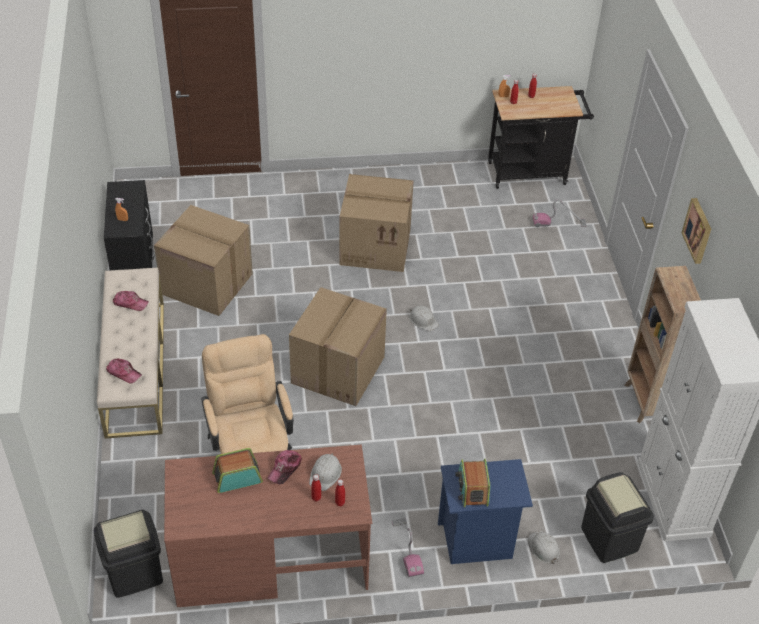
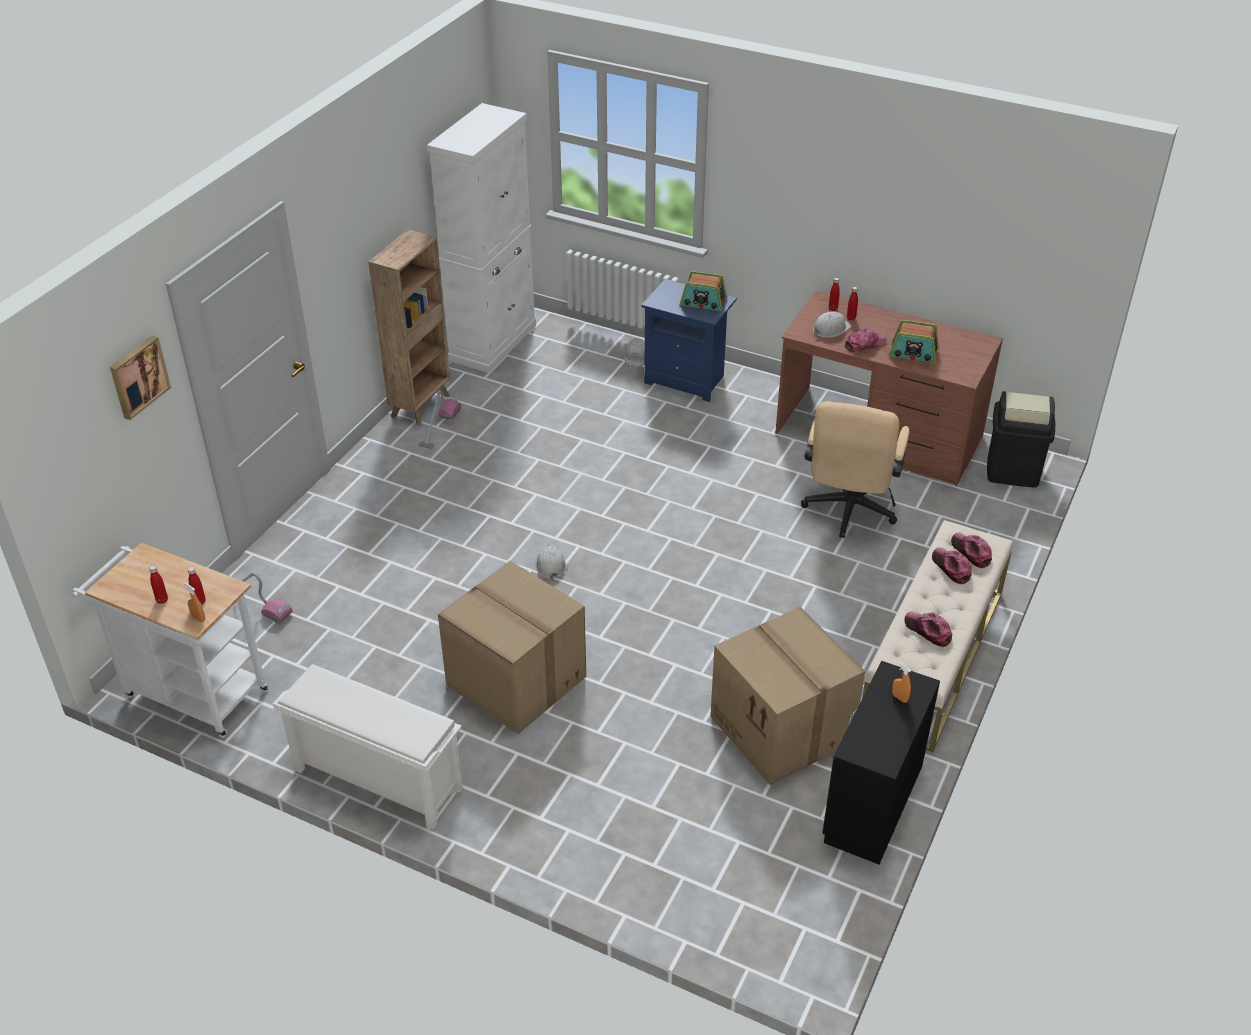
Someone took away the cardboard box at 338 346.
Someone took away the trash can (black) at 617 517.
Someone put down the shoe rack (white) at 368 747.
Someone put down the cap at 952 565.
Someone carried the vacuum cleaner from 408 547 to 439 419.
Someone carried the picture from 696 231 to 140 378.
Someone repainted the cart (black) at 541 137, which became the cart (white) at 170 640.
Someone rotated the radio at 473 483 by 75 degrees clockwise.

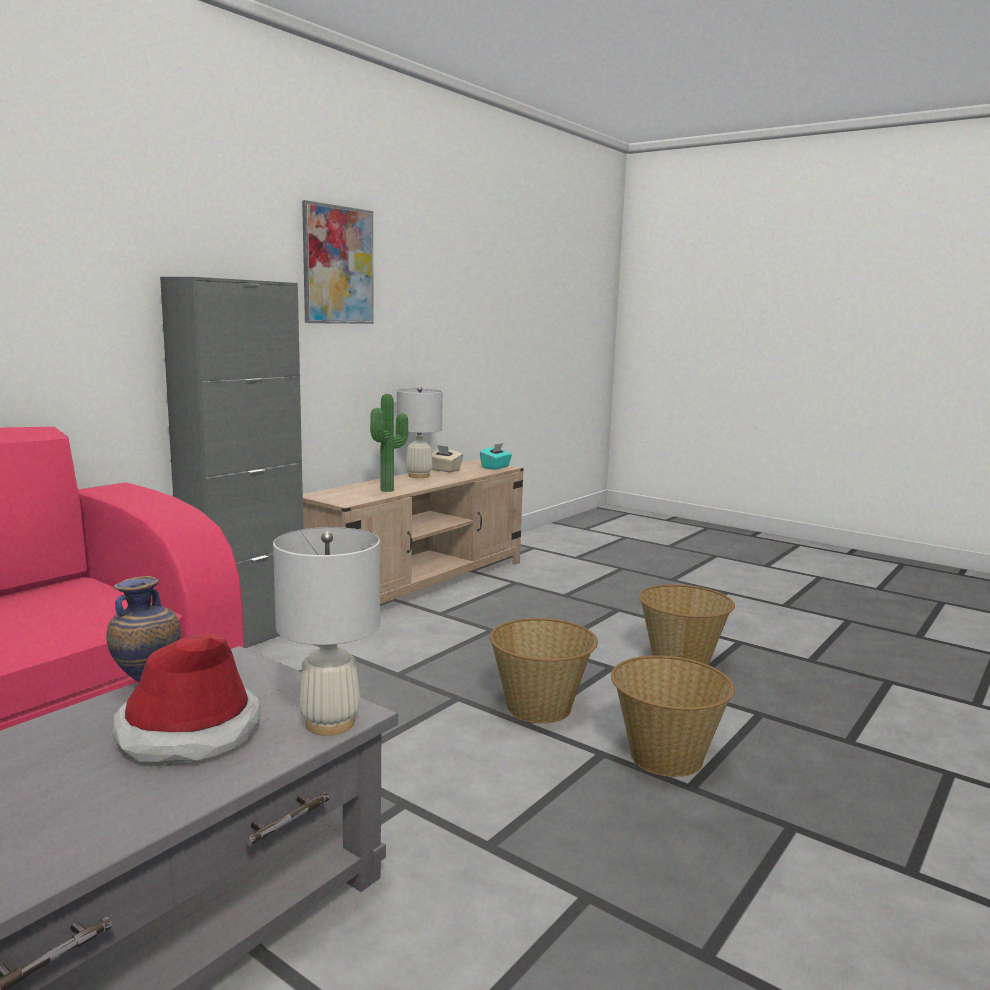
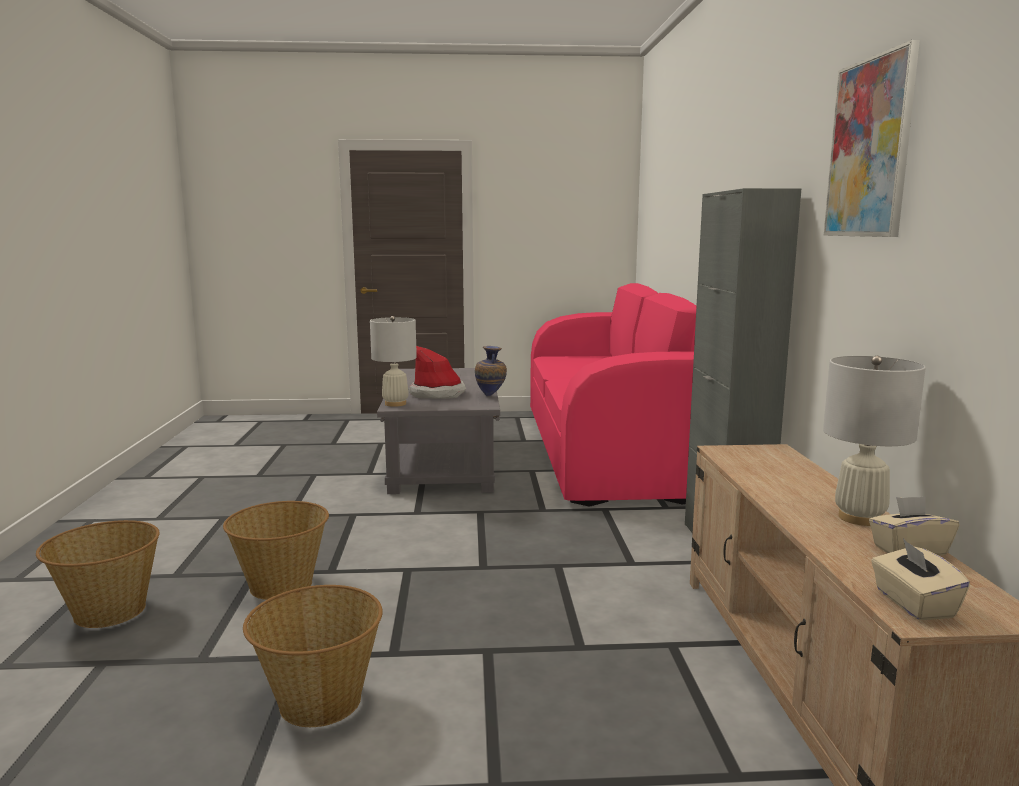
Someone took away the potted plant at 389 443.
Someone carried the basket from 544 671 to 98 574.
Someone repainted the tissue box (turquoise) at 496 456, which became the tissue box (beige) at 920 579.

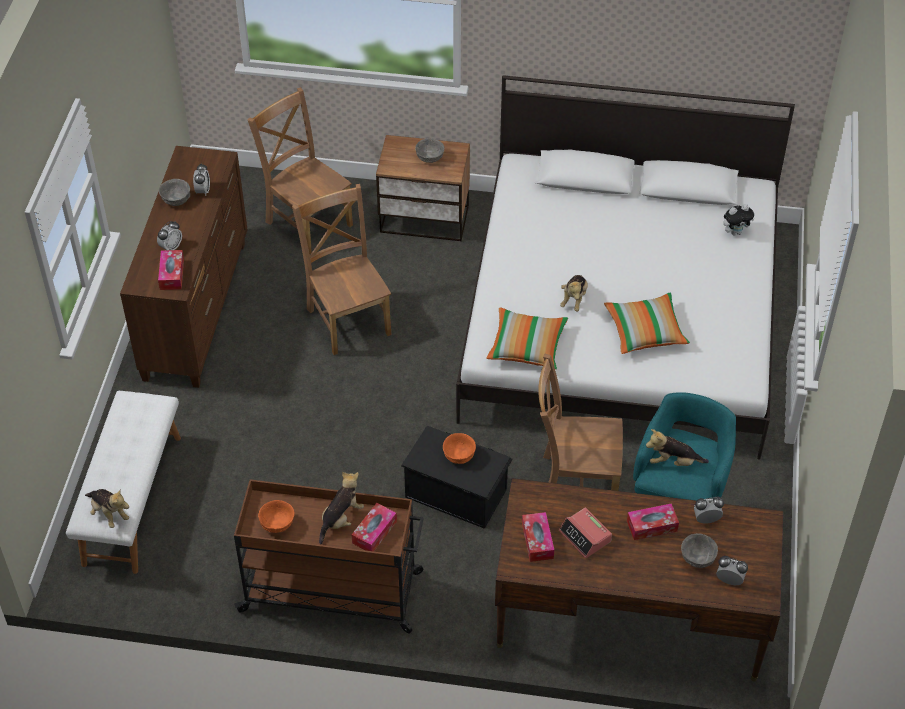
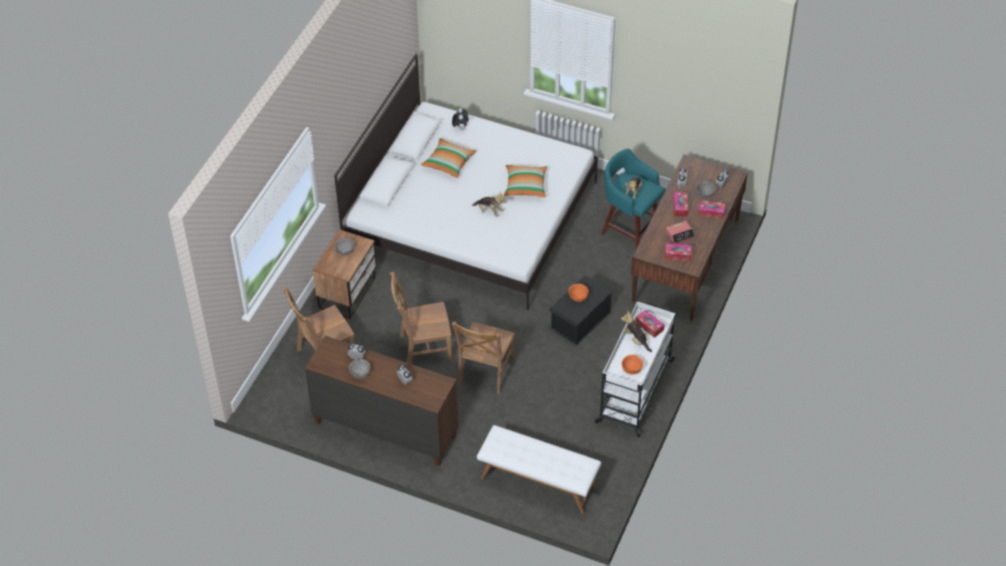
Someone took away the plush toy at 107 508.
Someone carried the tissue box from 171 270 to 712 209.
Someone carried the pillow from 527 339 to 448 158.
Someone carried the chair (brown) from 580 422 to 483 357.
Someone repainted the cart (brown) at 328 556, which became the cart (white) at 634 369.

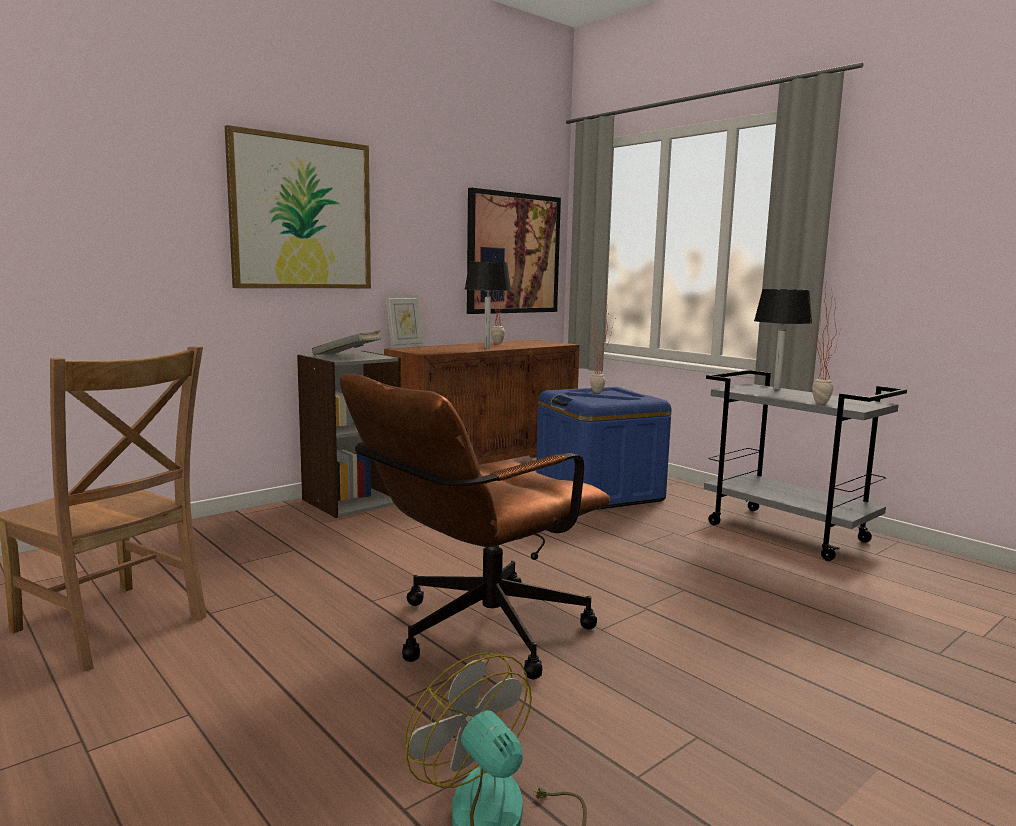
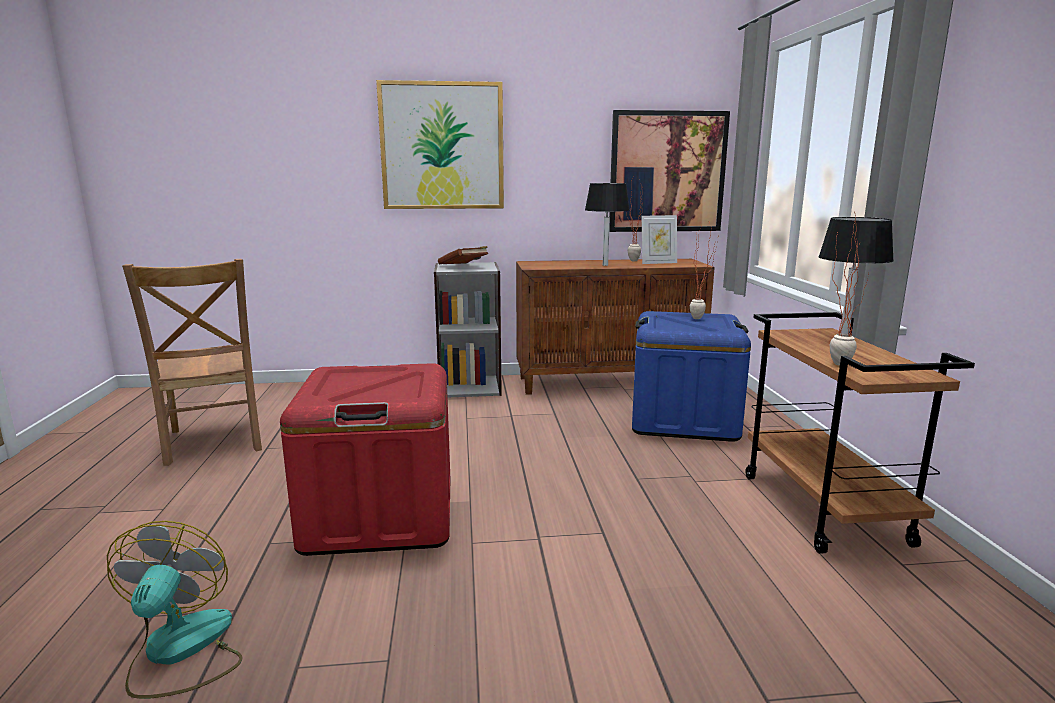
Someone carried the picture frame from 405 322 to 659 239.
Someone swapped the office chair (brown) at 475 527 for the storage box (red) at 365 459.
Someone repainted the book (grey) at 346 342, which became the book (brown) at 463 255.
Someone repainted the cart (grey) at 805 465, which became the cart (brown) at 860 433.

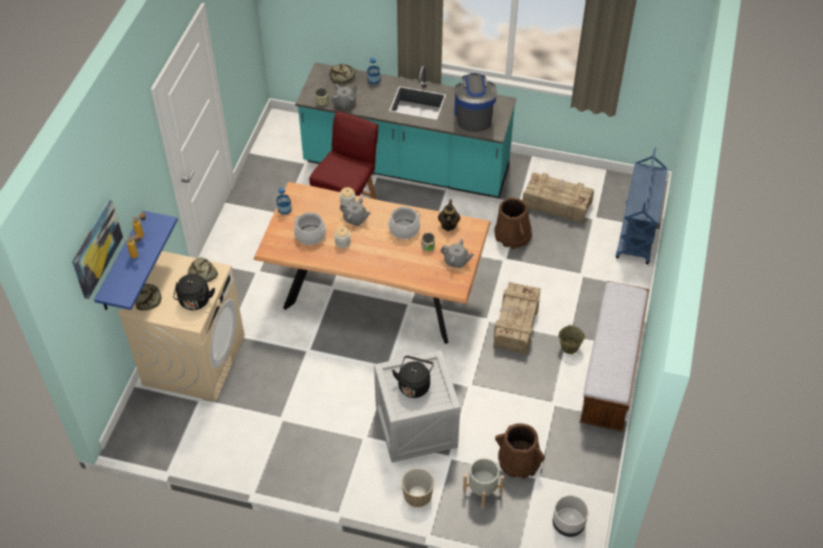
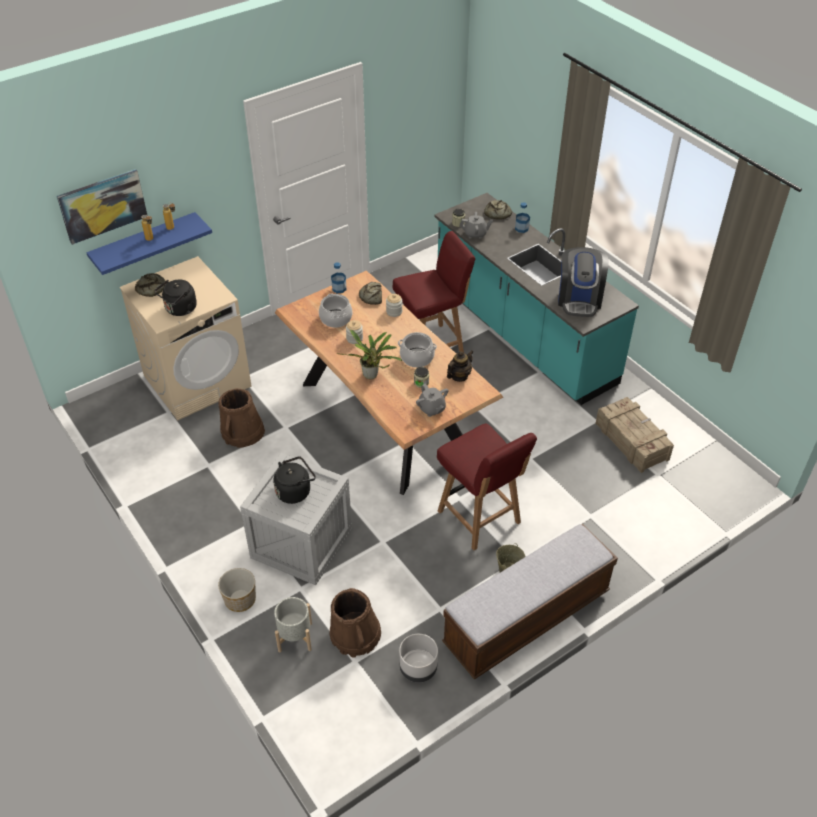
Someone took away the teapot (grey) at 355 212.
Someone took away the cart (blue) at 642 206.
Someone put down the potted plant at 369 354.
Someone carried the bread from 203 270 to 370 293.
Someone carried the bucket (brown) from 513 223 to 242 418.
Someone carried the planter (grey) from 570 516 to 418 658.
Someone swapped the crate at 517 318 for the chair (red) at 487 486.
Someone rotated the coffee machine at 476 102 by 150 degrees clockwise.

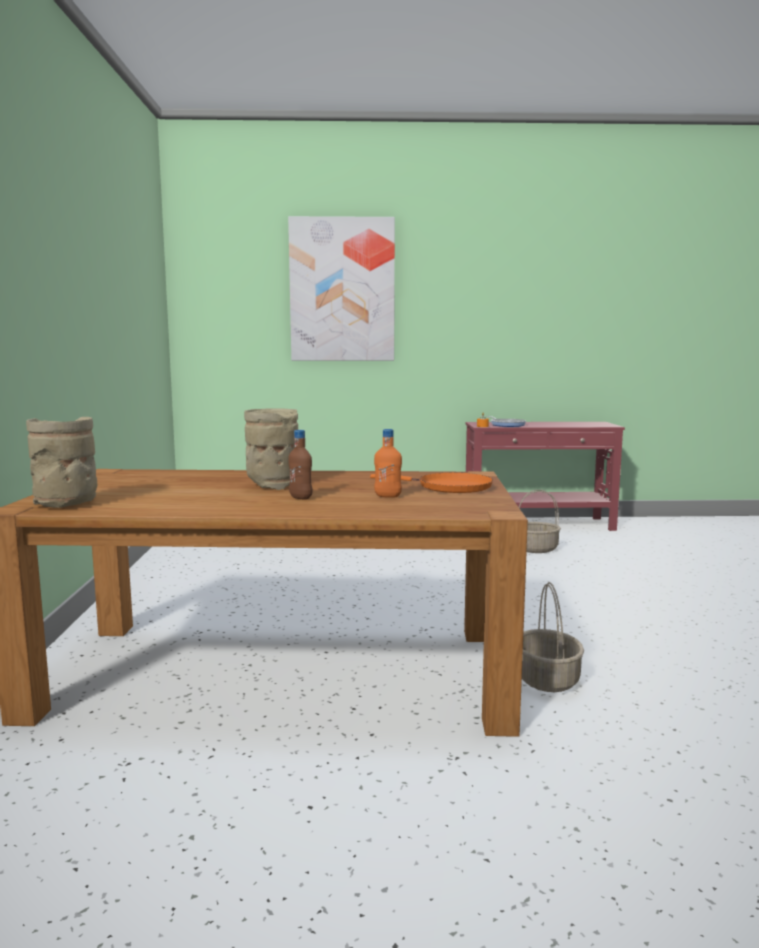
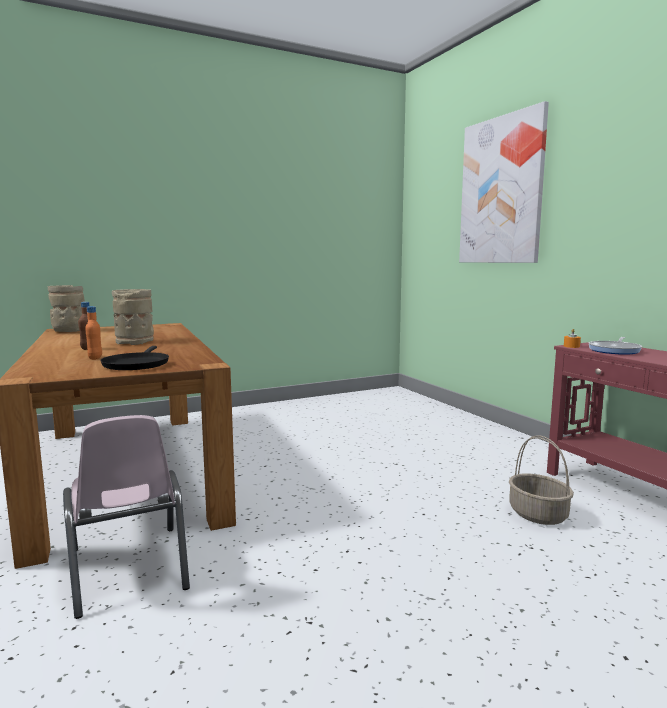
Someone swapped the basket at 553 637 for the chair (pink) at 126 517.
Someone repainted the frying pan (orange) at 431 483, which became the frying pan (black) at 134 358.

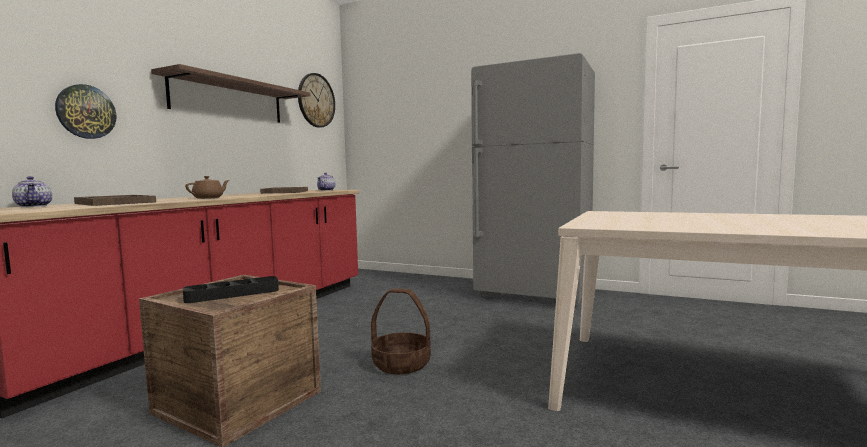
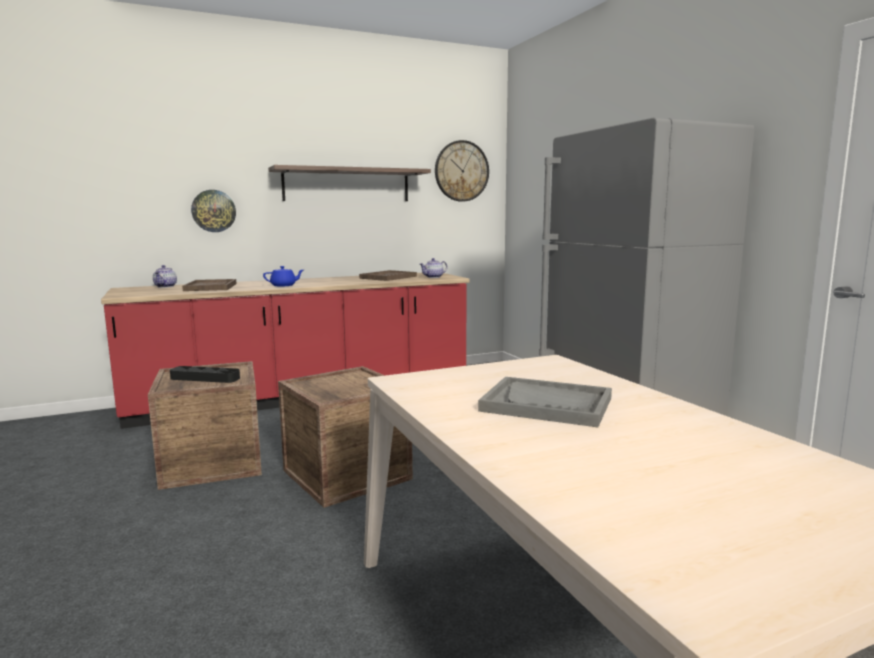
Someone put down the tray (grey) at 545 402.
Someone swapped the basket at 401 331 for the crate at 345 437.
Someone repainted the teapot (brown) at 207 187, which became the teapot (blue) at 283 276.

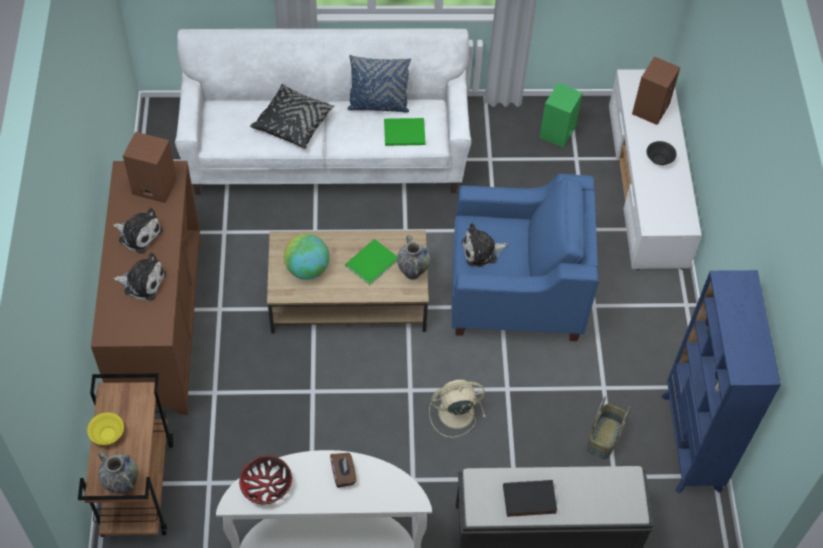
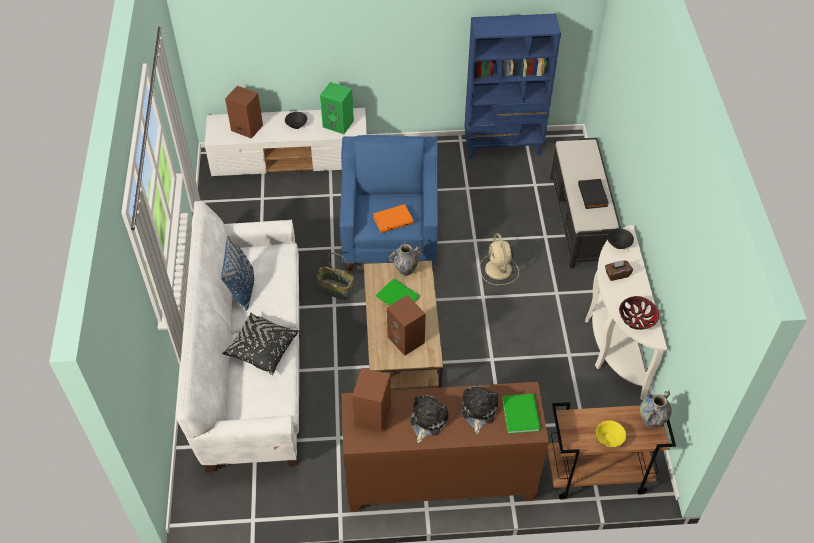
Someone put down the bowl (black) at 620 238.
Someone carried the book (green) from 405 132 to 521 414.
Someone carried the speaker (green) from 561 115 to 337 108.
Someone carried the basket from 608 427 to 335 276.
Someone swapped the globe at 307 257 for the speaker (brown) at 406 325.
Someone swapped the plush toy at 484 245 for the book (orange) at 393 218.

